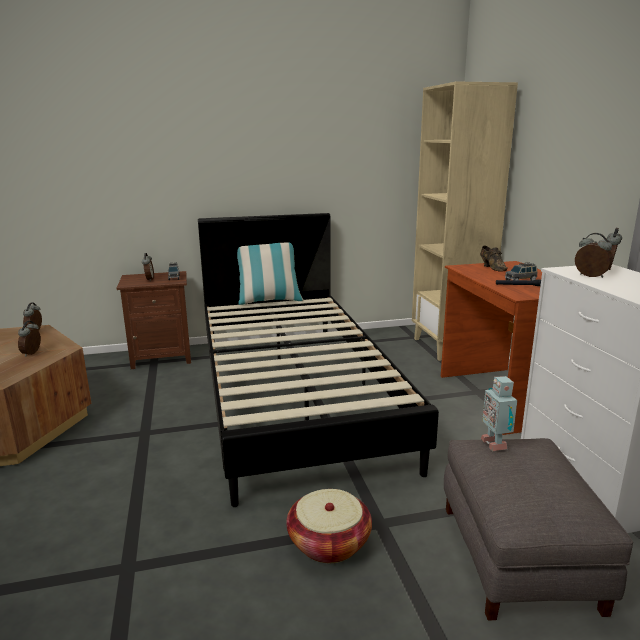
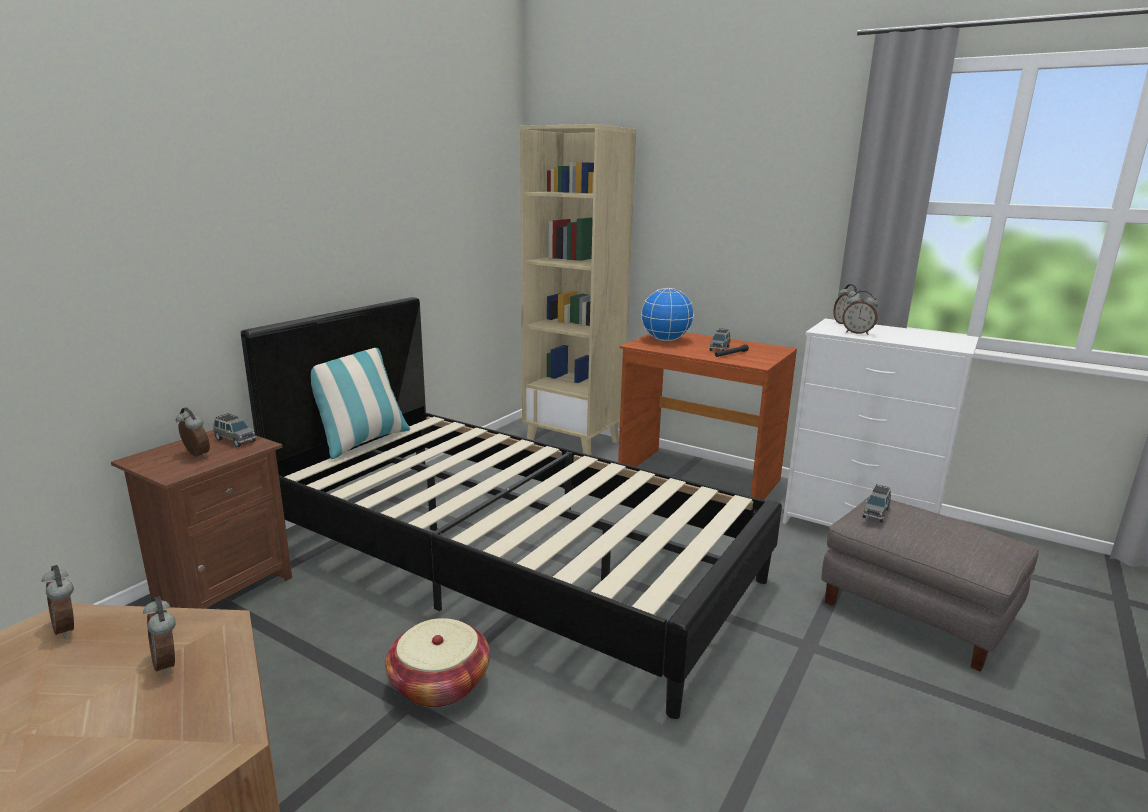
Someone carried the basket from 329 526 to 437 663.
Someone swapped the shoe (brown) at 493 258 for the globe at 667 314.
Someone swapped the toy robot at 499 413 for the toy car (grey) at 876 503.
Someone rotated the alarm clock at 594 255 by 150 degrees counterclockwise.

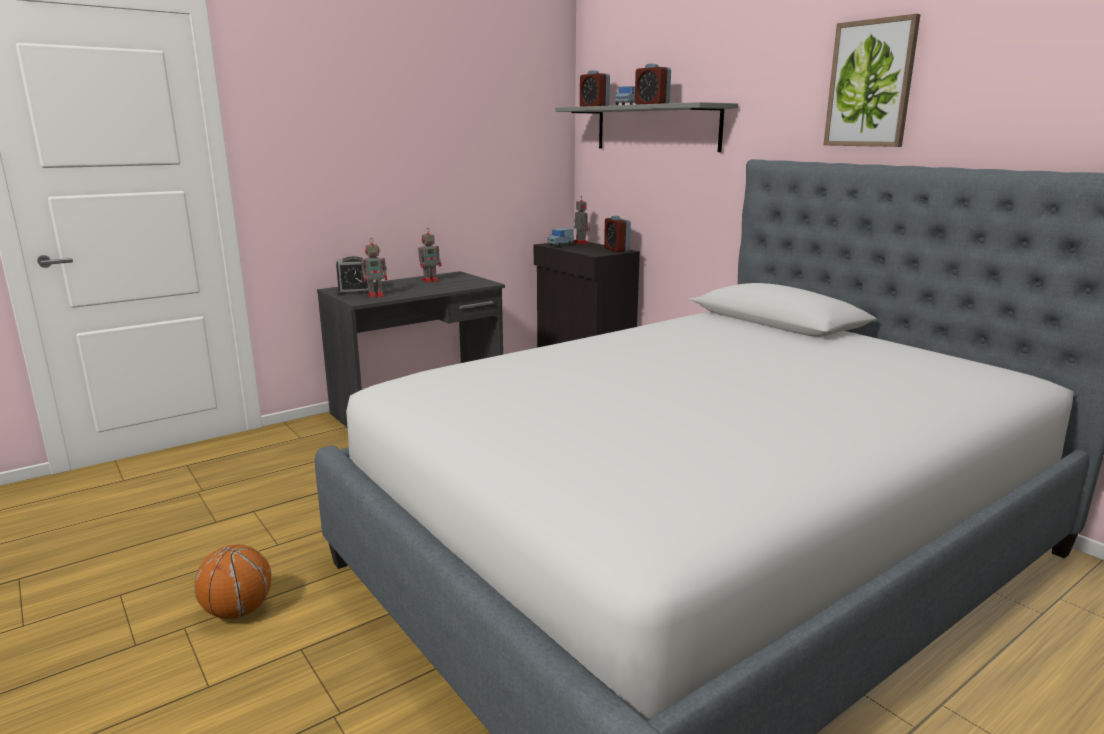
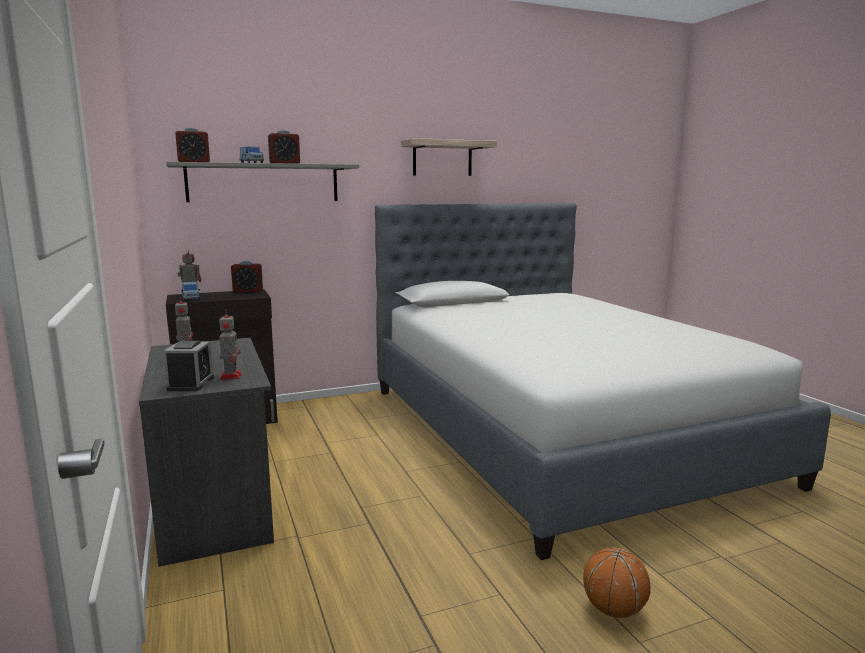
Someone swapped the picture at 872 80 for the shelf at 449 157.

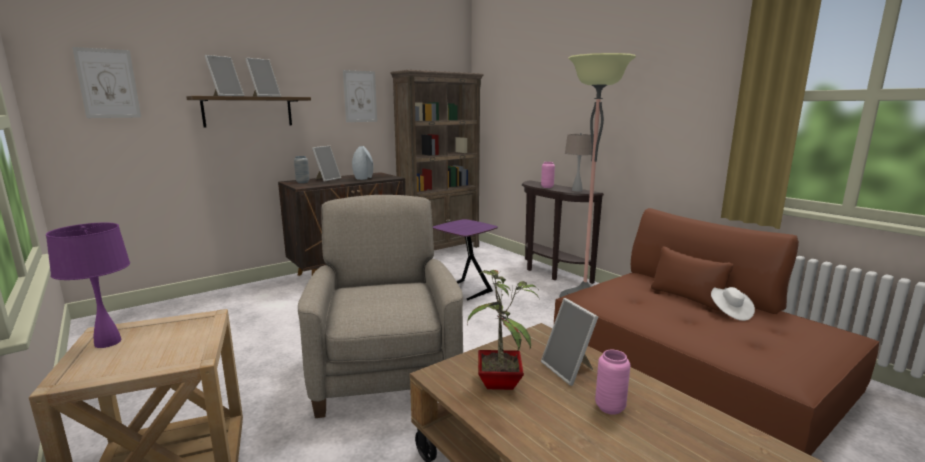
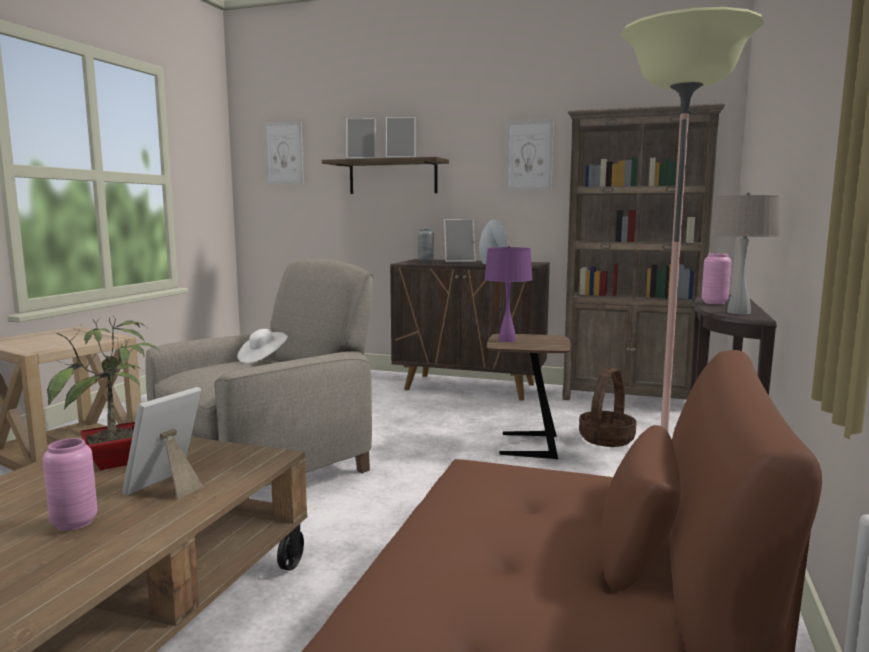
Someone put down the basket at 608 407.
Someone carried the table lamp (purple) from 88 285 to 508 294.
Someone carried the hat (white) from 733 304 to 262 346.
Someone repainted the side table (purple) at 465 260, which became the side table (brown) at 529 396.

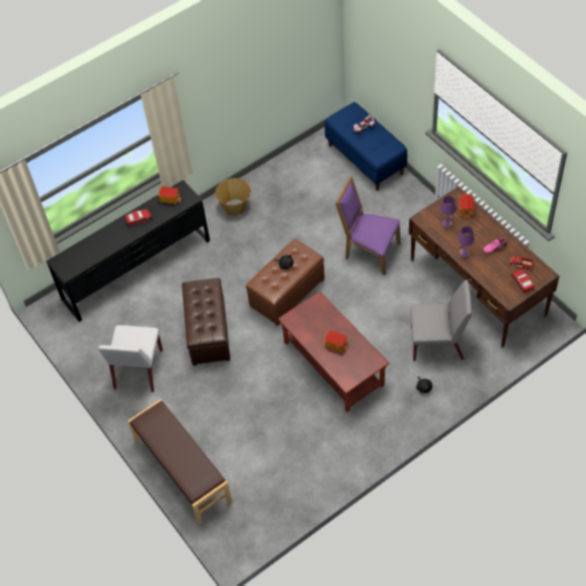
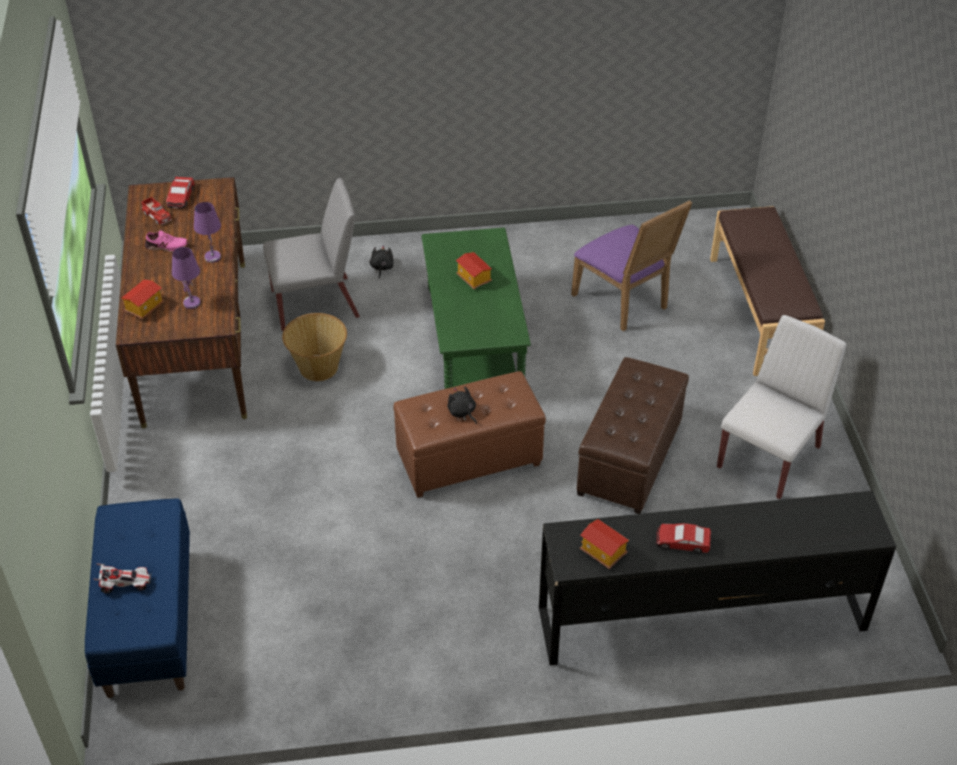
Someone carried the basket from 233 197 to 314 347.
Someone carried the chair (purple) from 368 225 to 631 265.
Someone repainted the coffee table (brown) at 333 351, which became the coffee table (green) at 476 308.
Someone rotated the chair (grey) at 441 320 by 135 degrees clockwise.

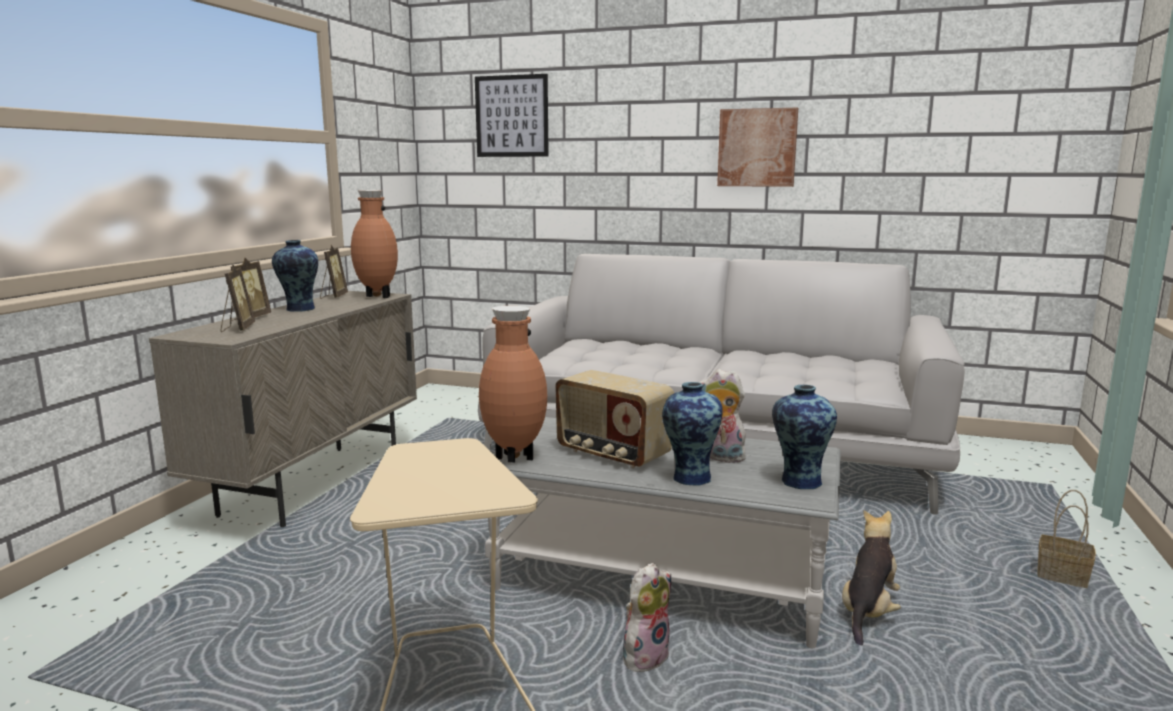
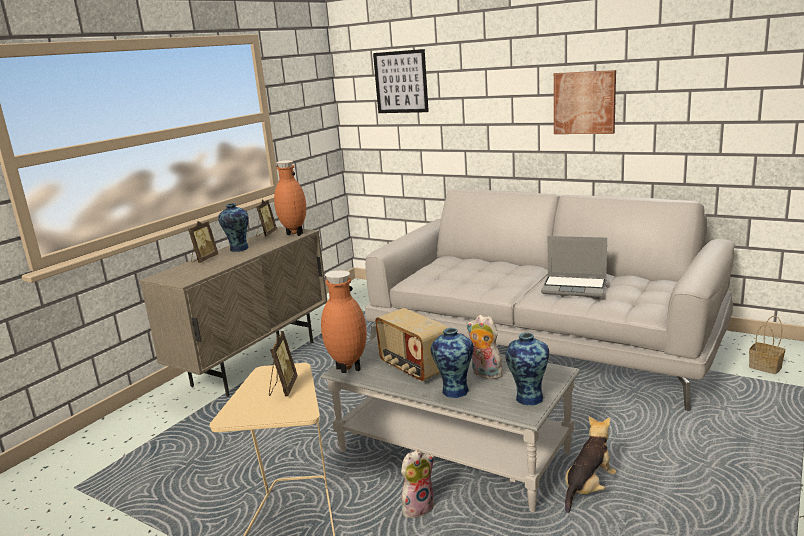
Someone put down the laptop at 574 266.
Someone carried the picture frame from 238 298 to 283 364.
Someone carried the basket from 1066 539 to 767 345.

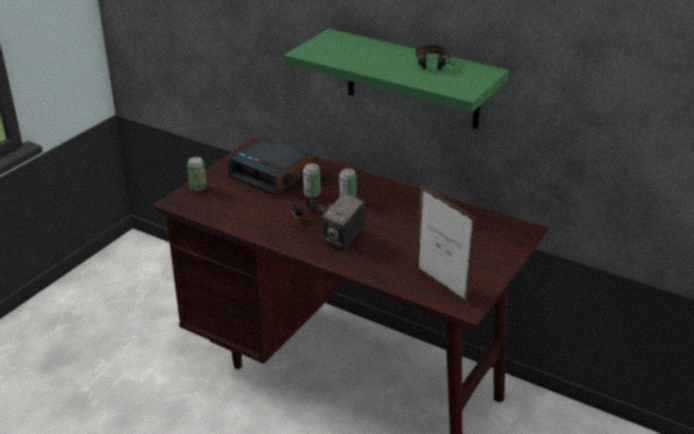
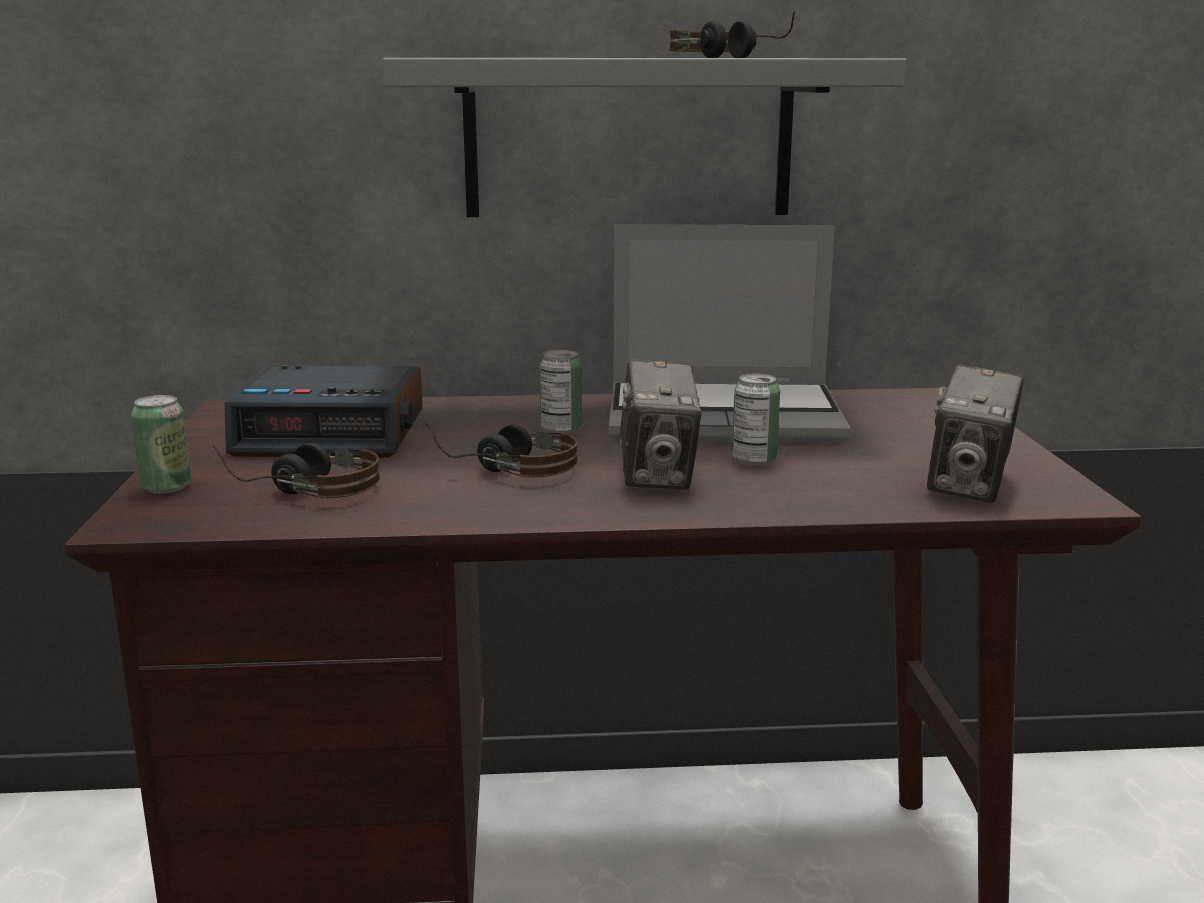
Someone put down the headphones at 296 470.
Someone put down the laptop at 730 334.
Someone carried the can from 312 180 to 756 420.
Someone swapped the picture frame at 446 244 for the photo camera at 975 433.
Someone repainted the shelf (green) at 396 79, which became the shelf (grey) at 644 137.

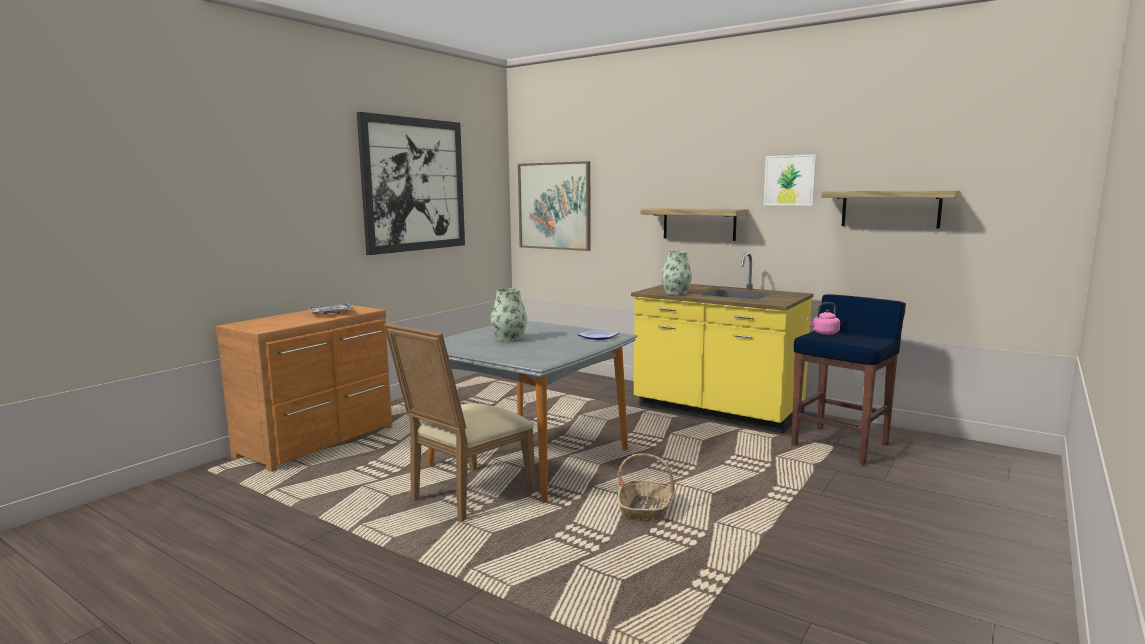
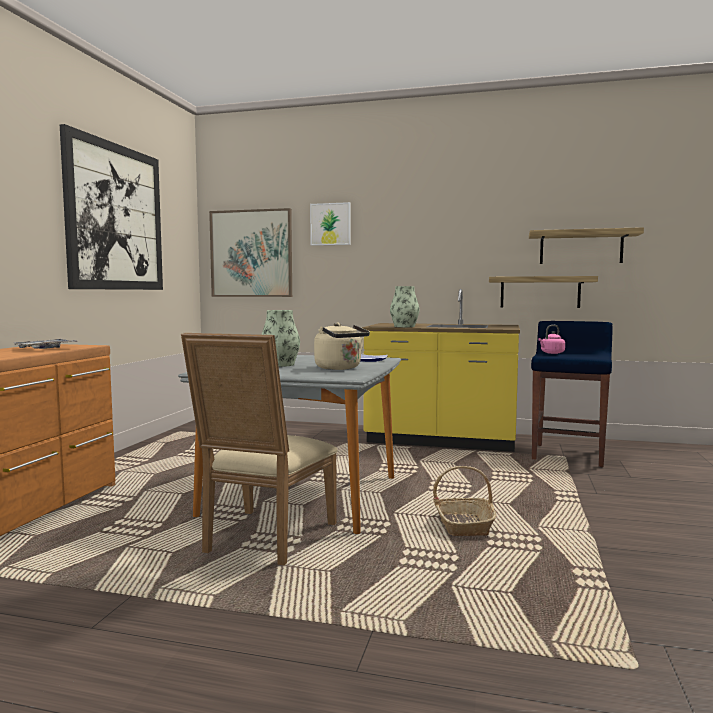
Someone put down the kettle (beige) at 342 346.
Someone carried the shelf from 694 224 to 543 292.
Someone carried the picture from 790 180 to 330 224.

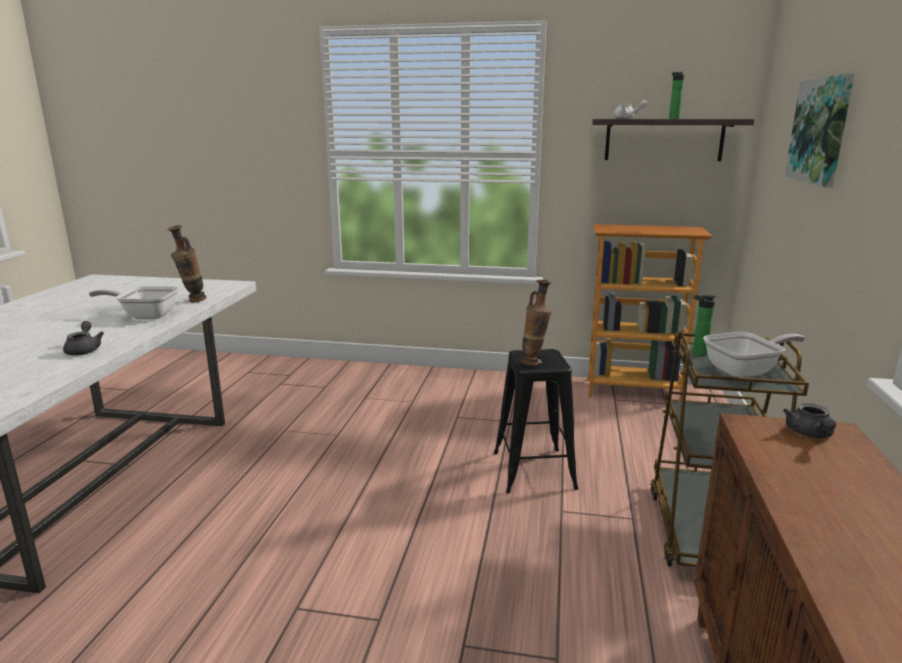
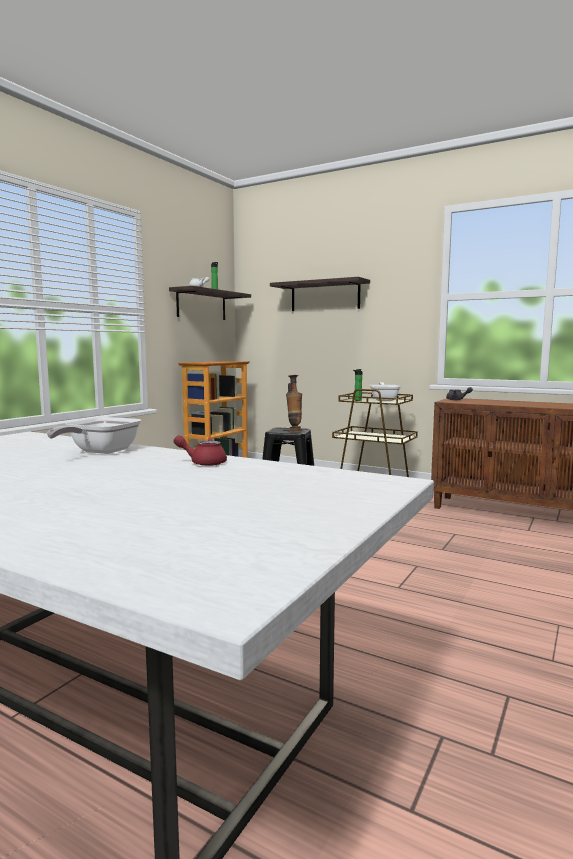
Someone took away the vase at 187 264.
Someone swapped the picture at 819 130 for the shelf at 320 294.
Someone repainted the teapot (grey) at 83 338, which became the teapot (red) at 200 450.

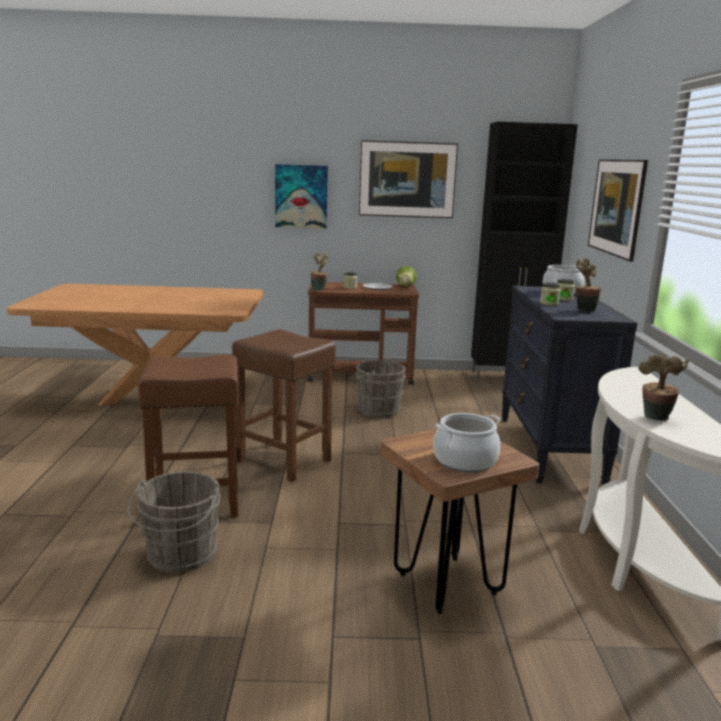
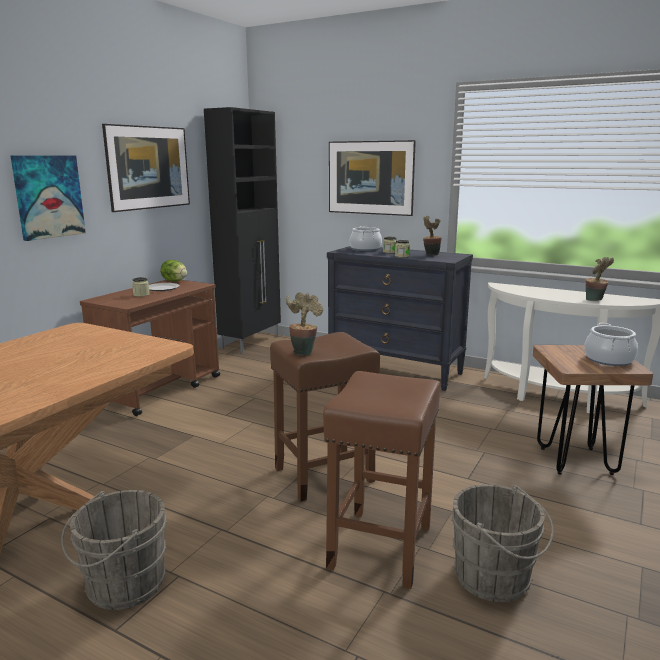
Someone carried the potted plant from 319 271 to 304 324.
Someone carried the bucket (grey) from 378 388 to 114 550.

